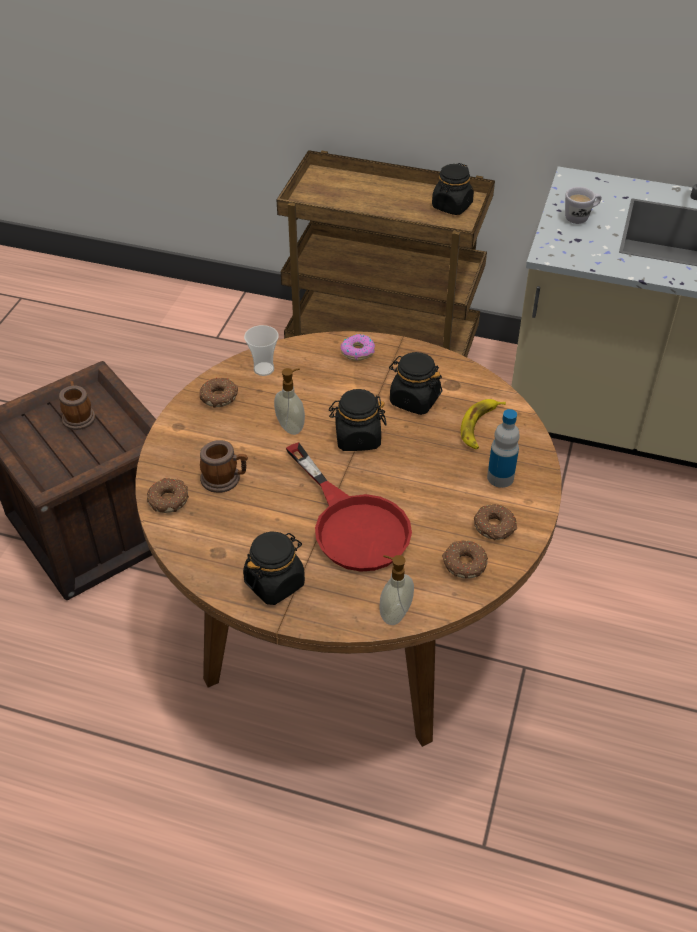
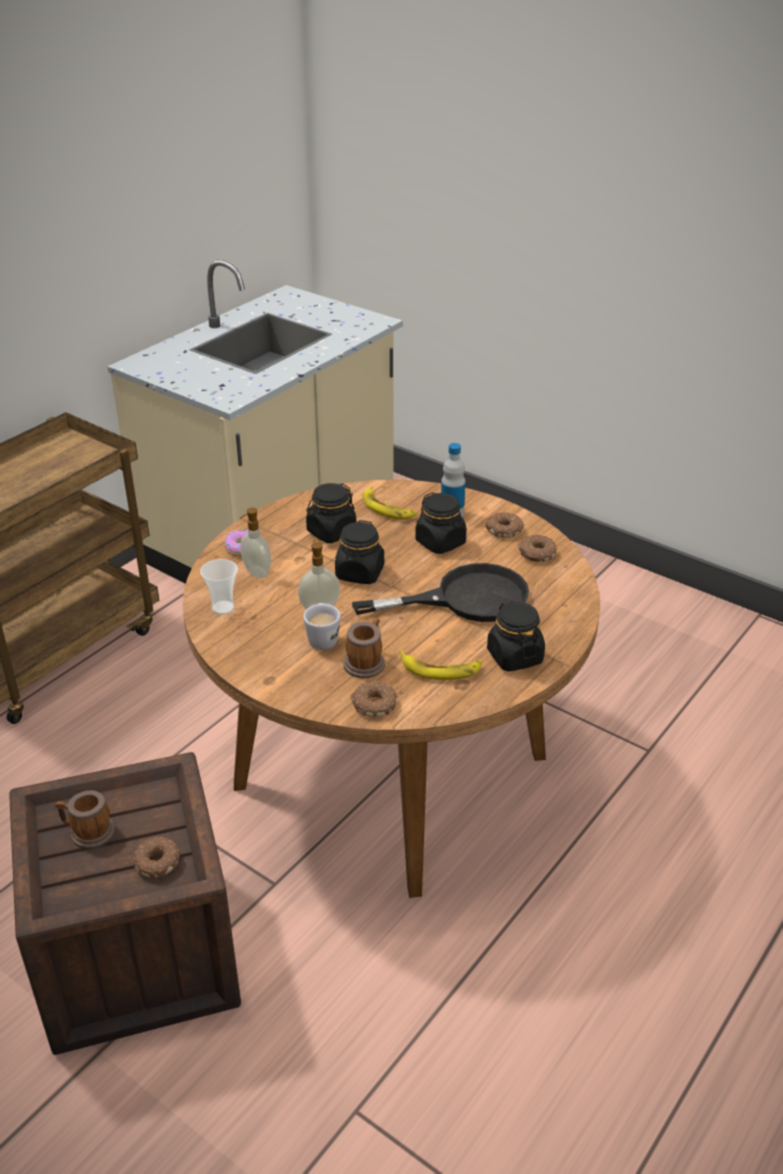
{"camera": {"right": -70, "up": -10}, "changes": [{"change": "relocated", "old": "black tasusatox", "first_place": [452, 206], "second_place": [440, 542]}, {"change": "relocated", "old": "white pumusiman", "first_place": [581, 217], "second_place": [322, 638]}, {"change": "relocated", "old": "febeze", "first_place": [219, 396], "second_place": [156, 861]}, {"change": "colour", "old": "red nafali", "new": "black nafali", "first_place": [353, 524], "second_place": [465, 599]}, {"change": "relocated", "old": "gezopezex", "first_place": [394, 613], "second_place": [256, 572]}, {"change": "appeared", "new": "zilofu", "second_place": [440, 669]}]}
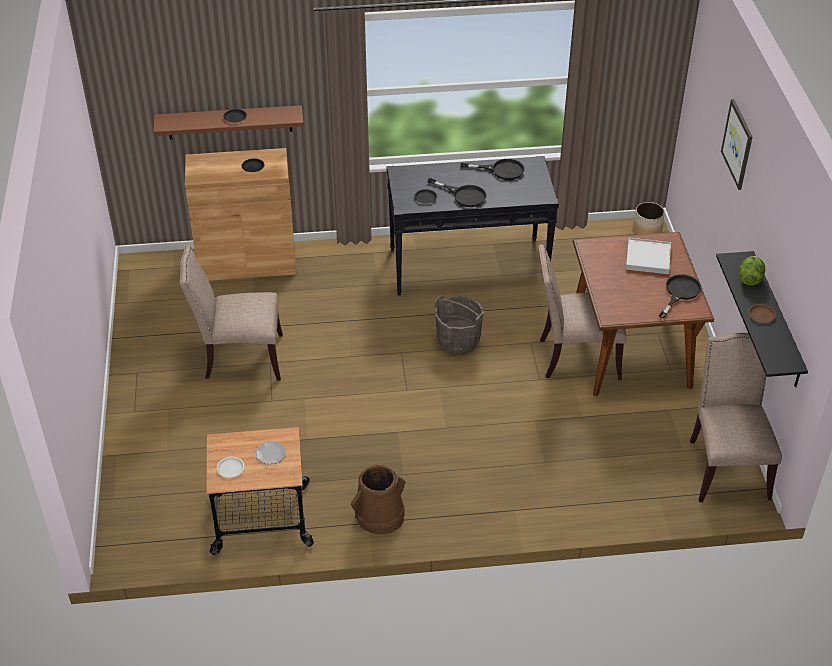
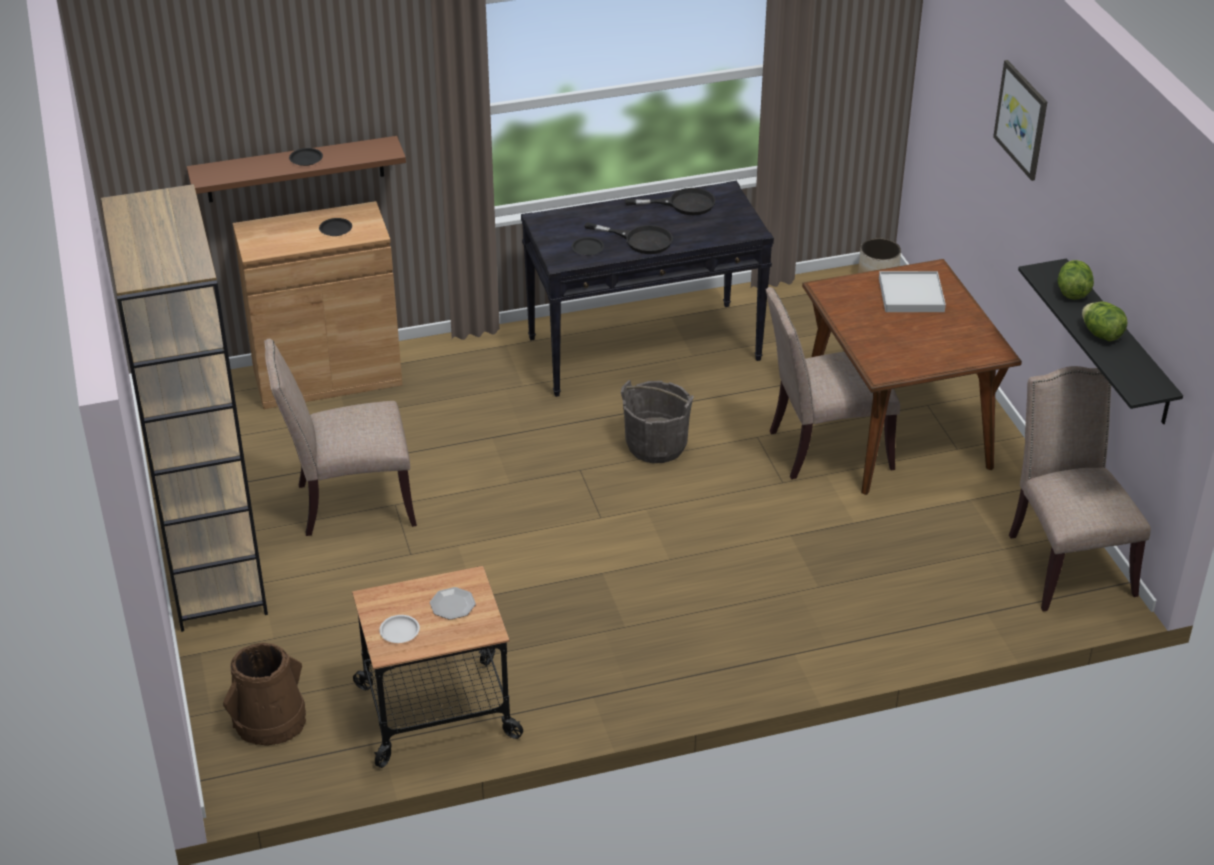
{"camera": {"right": -10, "up": -5}, "changes": [{"change": "missing", "old": "black nafali", "first_place": [679, 293]}, {"change": "exchanged", "old": "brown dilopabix", "new": "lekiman", "first_place": [761, 315], "second_place": [1101, 334]}, {"change": "relocated", "old": "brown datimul", "first_place": [380, 515], "second_place": [270, 719]}, {"change": "appeared", "new": "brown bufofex", "second_place": [212, 566]}]}
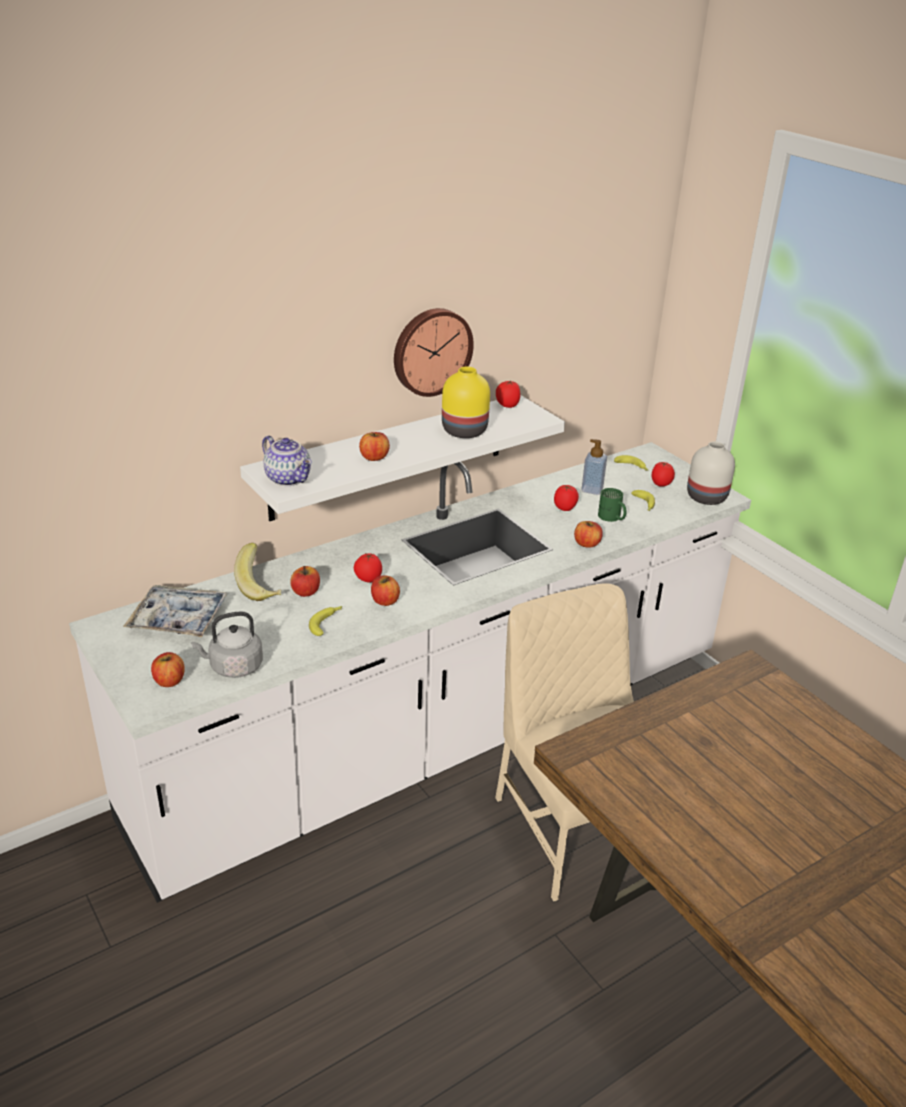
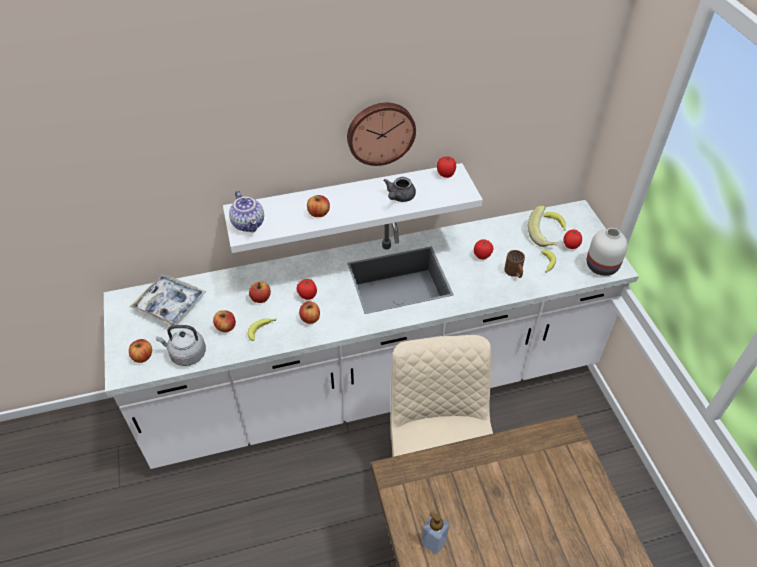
{"camera": {"right": 20, "up": 15}, "changes": [{"change": "exchanged", "old": "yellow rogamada", "new": "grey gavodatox", "first_place": [465, 431], "second_place": [399, 197]}, {"change": "relocated", "old": "gezopezex", "first_place": [592, 489], "second_place": [433, 541]}, {"change": "colour", "old": "green pumusiman", "new": "brown pumusiman", "first_place": [611, 518], "second_place": [514, 272]}, {"change": "relocated", "old": "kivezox", "first_place": [587, 544], "second_place": [226, 327]}, {"change": "relocated", "old": "zilofu", "first_place": [261, 587], "second_place": [543, 235]}]}
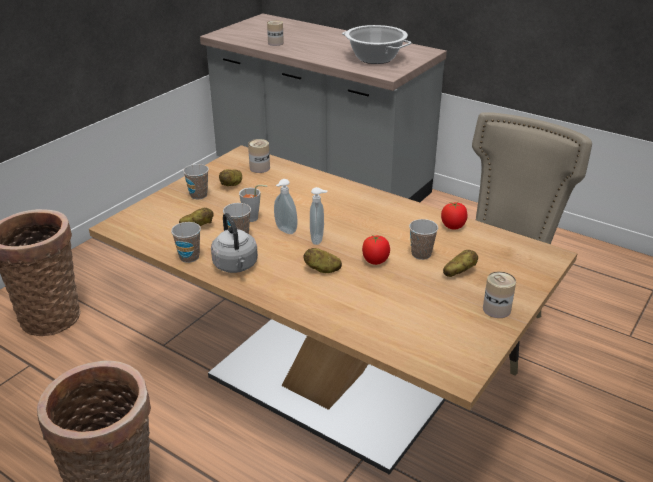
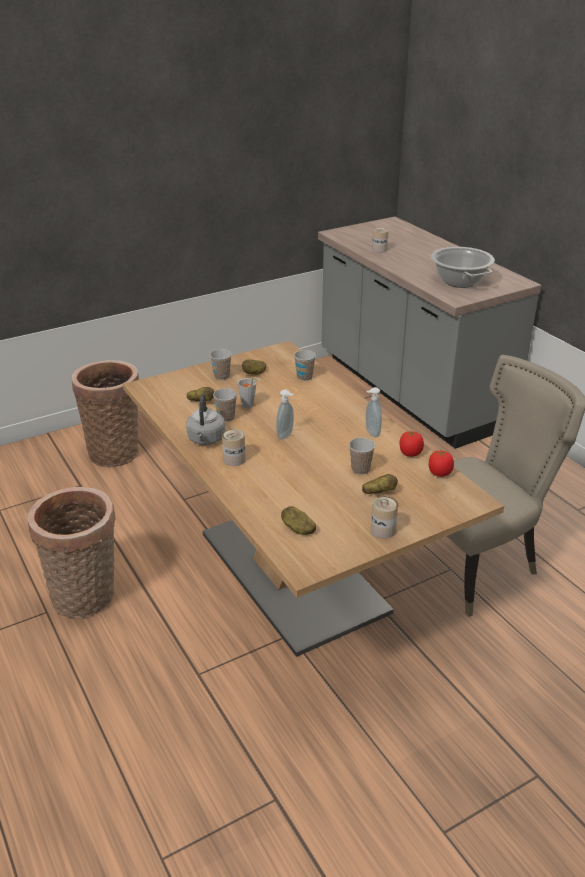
{"camera": {"right": 25, "up": 0}, "changes": [{"change": "relocated", "old": "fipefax", "first_place": [259, 168], "second_place": [234, 459]}, {"change": "relocated", "old": "gezopezex", "first_place": [284, 231], "second_place": [371, 433]}, {"change": "relocated", "old": "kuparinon", "first_place": [189, 257], "second_place": [304, 377]}, {"change": "relocated", "old": "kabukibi", "first_place": [375, 261], "second_place": [440, 473]}, {"change": "relocated", "old": "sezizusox", "first_place": [322, 269], "second_place": [298, 529]}]}
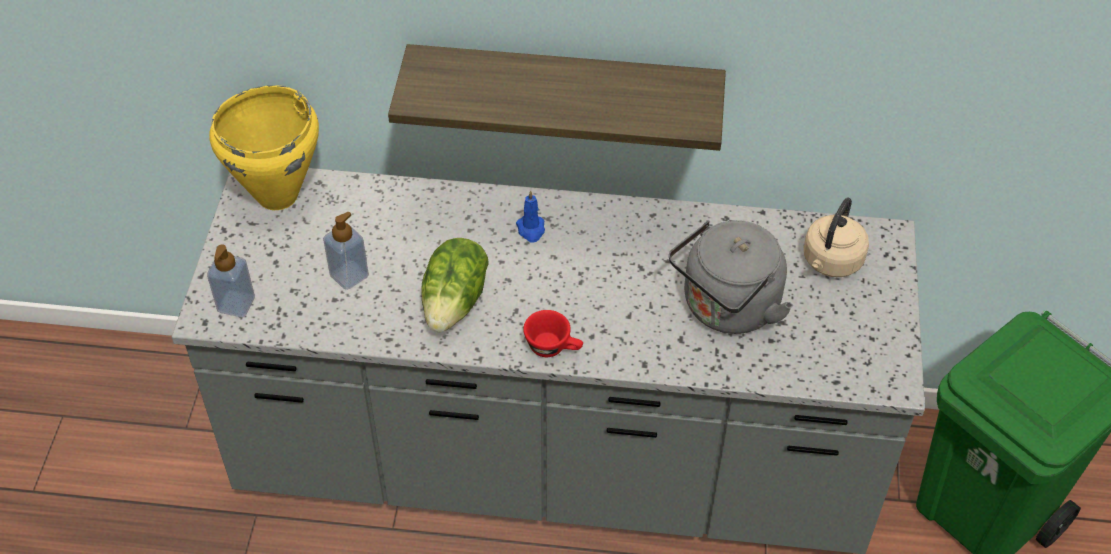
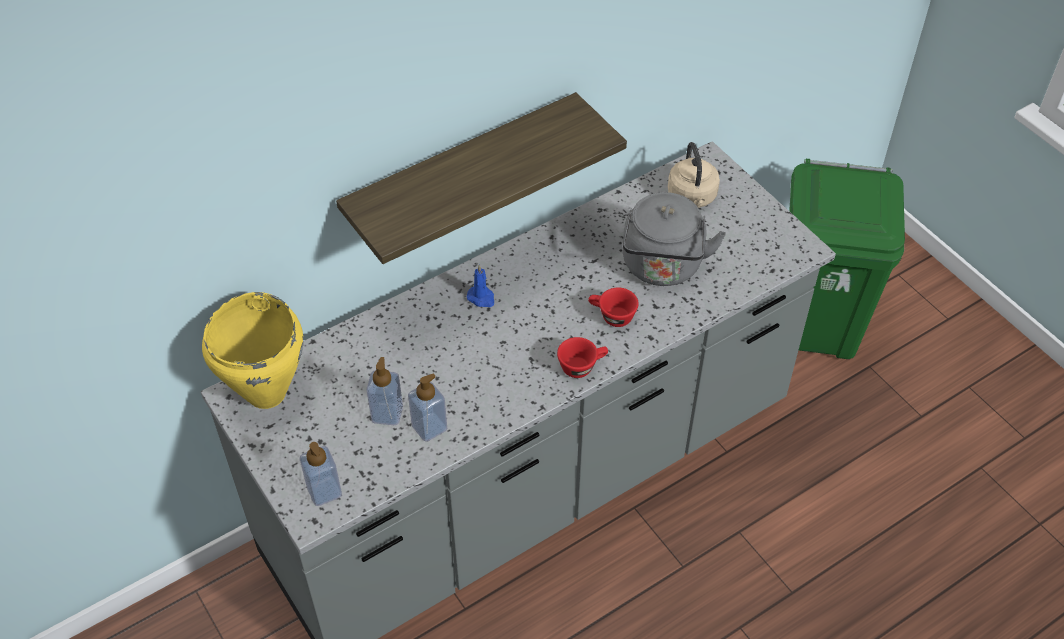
{"camera": {"right": -40, "up": 0}, "changes": [{"change": "missing", "old": "lekiman", "first_place": [456, 302]}, {"change": "appeared", "new": "red kuparinon", "second_place": [611, 316]}, {"change": "appeared", "new": "gezopezex", "second_place": [429, 427]}]}
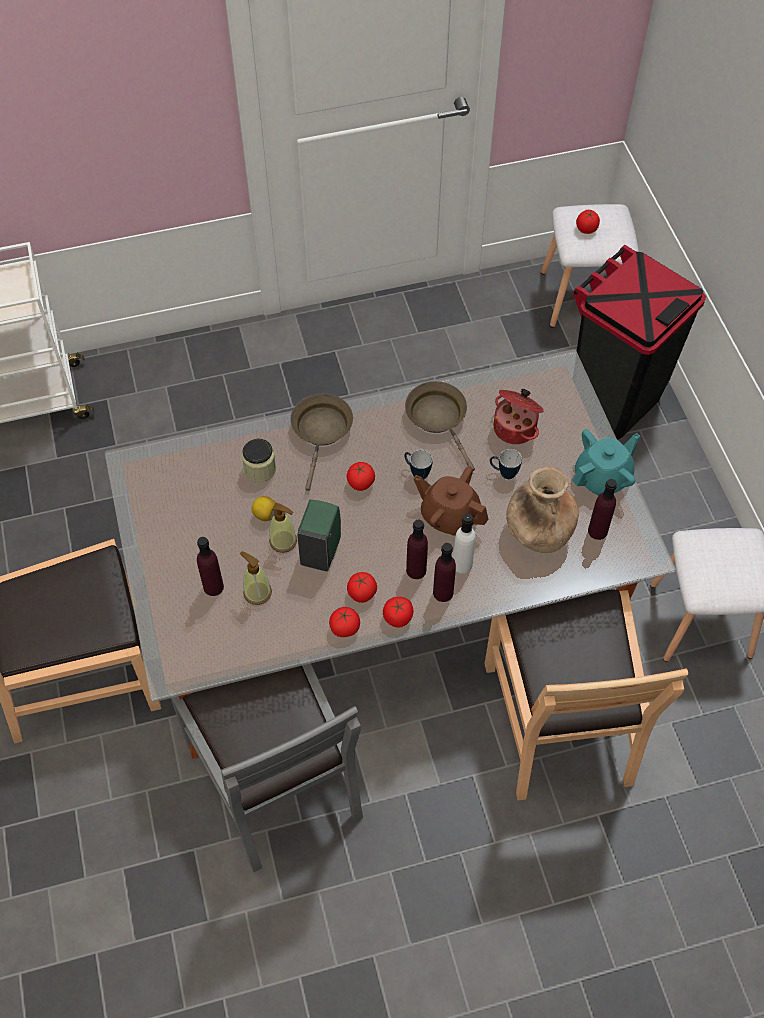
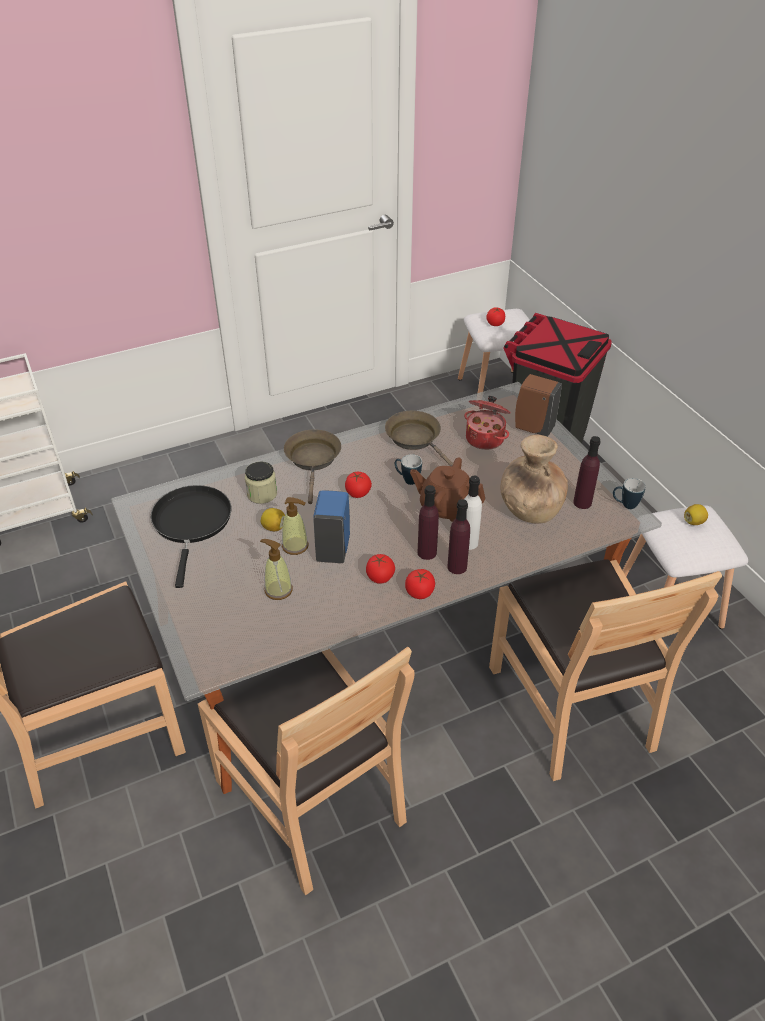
{"camera": {"right": -10, "up": -15}, "changes": [{"change": "missing", "old": "turquoise gavodatox", "first_place": [602, 478]}, {"change": "relocated", "old": "pumusiman", "first_place": [503, 473], "second_place": [625, 505]}, {"change": "colour", "old": "green gezopezex", "new": "blue gezopezex", "first_place": [321, 550], "second_place": [333, 548]}, {"change": "missing", "old": "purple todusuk", "first_place": [213, 587]}, {"change": "missing", "old": "kabukibi", "first_place": [344, 628]}, {"change": "colour", "old": "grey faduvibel", "new": "brown faduvibel", "first_place": [276, 777], "second_place": [311, 798]}, {"change": "appeared", "new": "brown gezopezex", "second_place": [532, 428]}, {"change": "appeared", "new": "black nafali", "second_place": [192, 523]}, {"change": "appeared", "new": "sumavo", "second_place": [694, 522]}]}
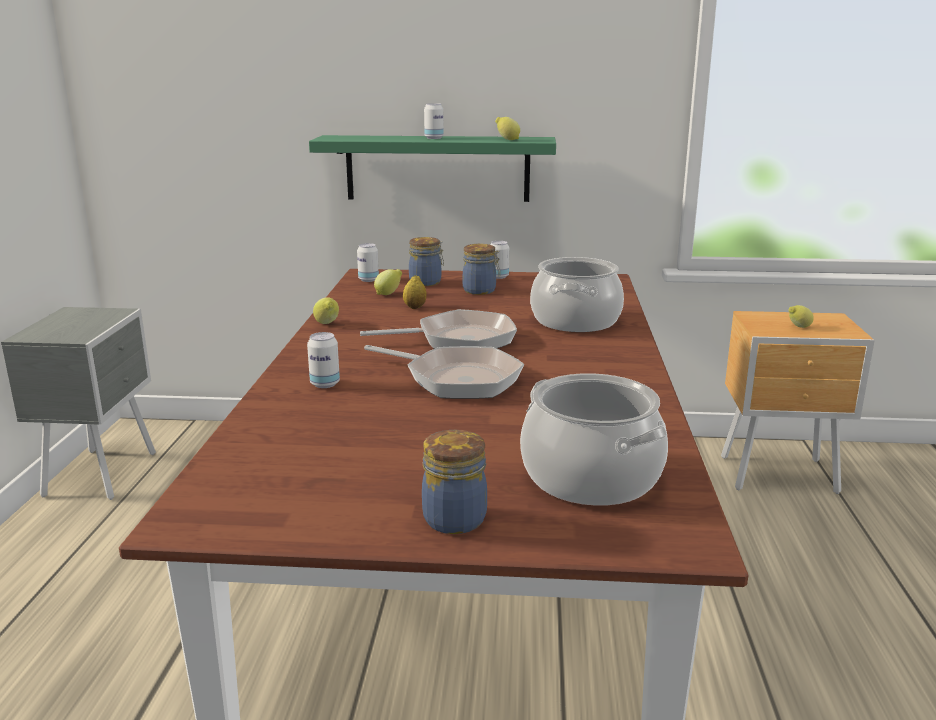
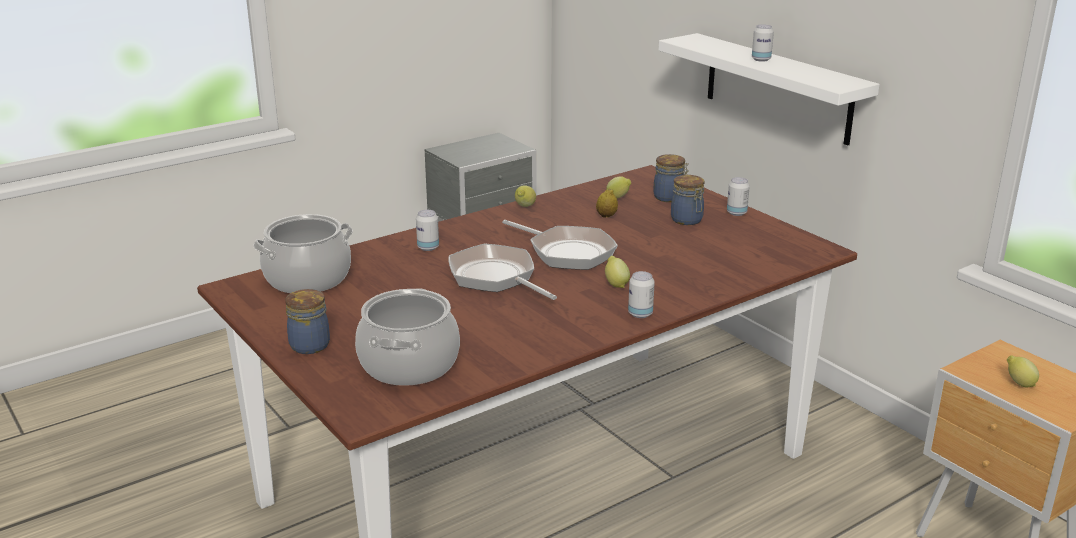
{"camera": {"right": 50, "up": 5}, "changes": [{"change": "relocated", "old": "sumavo", "first_place": [507, 140], "second_place": [616, 284]}, {"change": "colour", "old": "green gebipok", "new": "white gebipok", "first_place": [437, 168], "second_place": [777, 88]}, {"change": "relocated", "old": "fipefax", "first_place": [368, 280], "second_place": [640, 314]}, {"change": "relocated", "old": "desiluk", "first_place": [574, 321], "second_place": [307, 278]}, {"change": "spun", "old": "nafali", "first_place": [457, 379], "second_place": [496, 278], "degrees": 150}]}
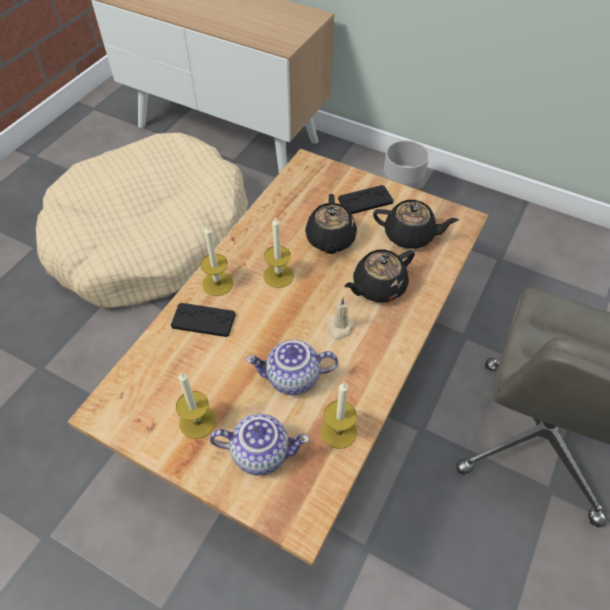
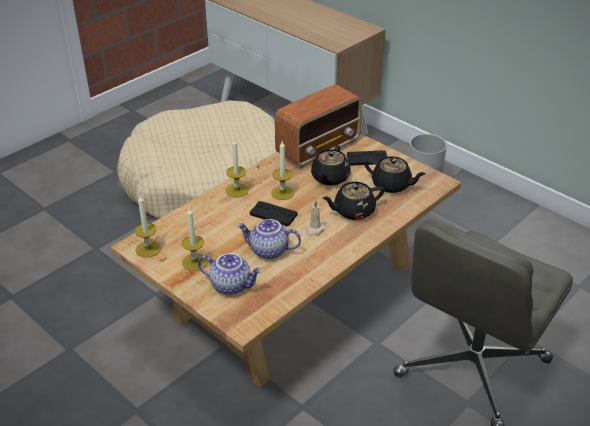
{"camera": {"right": 15, "up": -15}, "changes": [{"change": "relocated", "old": "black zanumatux", "first_place": [203, 320], "second_place": [273, 214]}, {"change": "relocated", "old": "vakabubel", "first_place": [338, 431], "second_place": [148, 249]}, {"change": "appeared", "new": "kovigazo", "second_place": [319, 148]}]}
